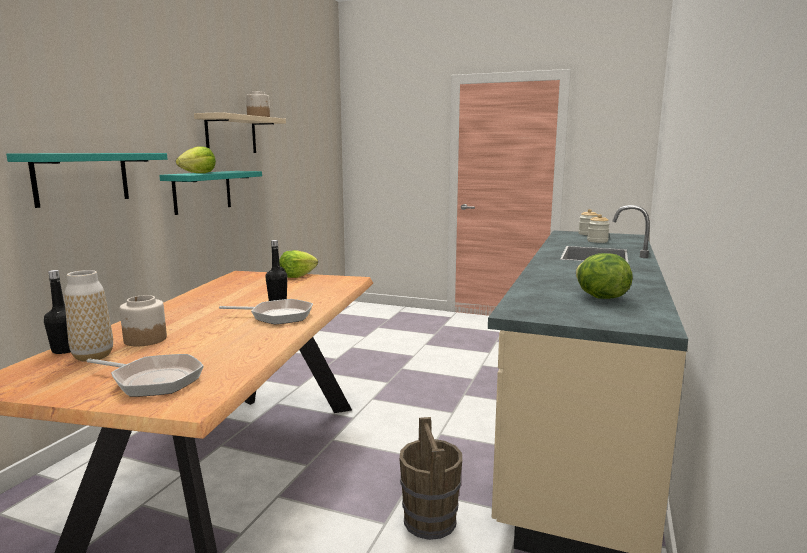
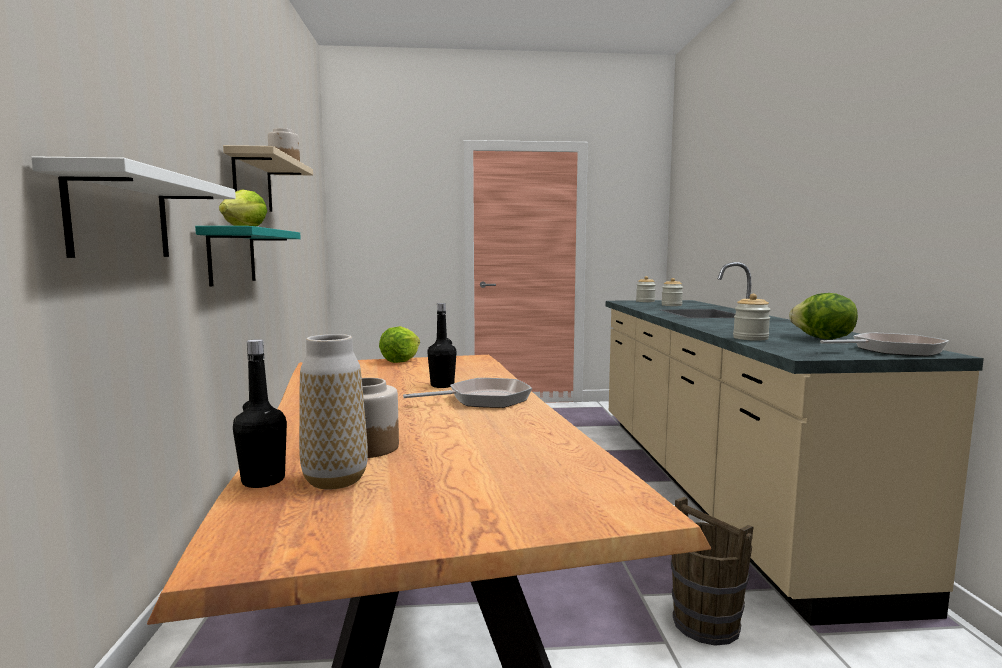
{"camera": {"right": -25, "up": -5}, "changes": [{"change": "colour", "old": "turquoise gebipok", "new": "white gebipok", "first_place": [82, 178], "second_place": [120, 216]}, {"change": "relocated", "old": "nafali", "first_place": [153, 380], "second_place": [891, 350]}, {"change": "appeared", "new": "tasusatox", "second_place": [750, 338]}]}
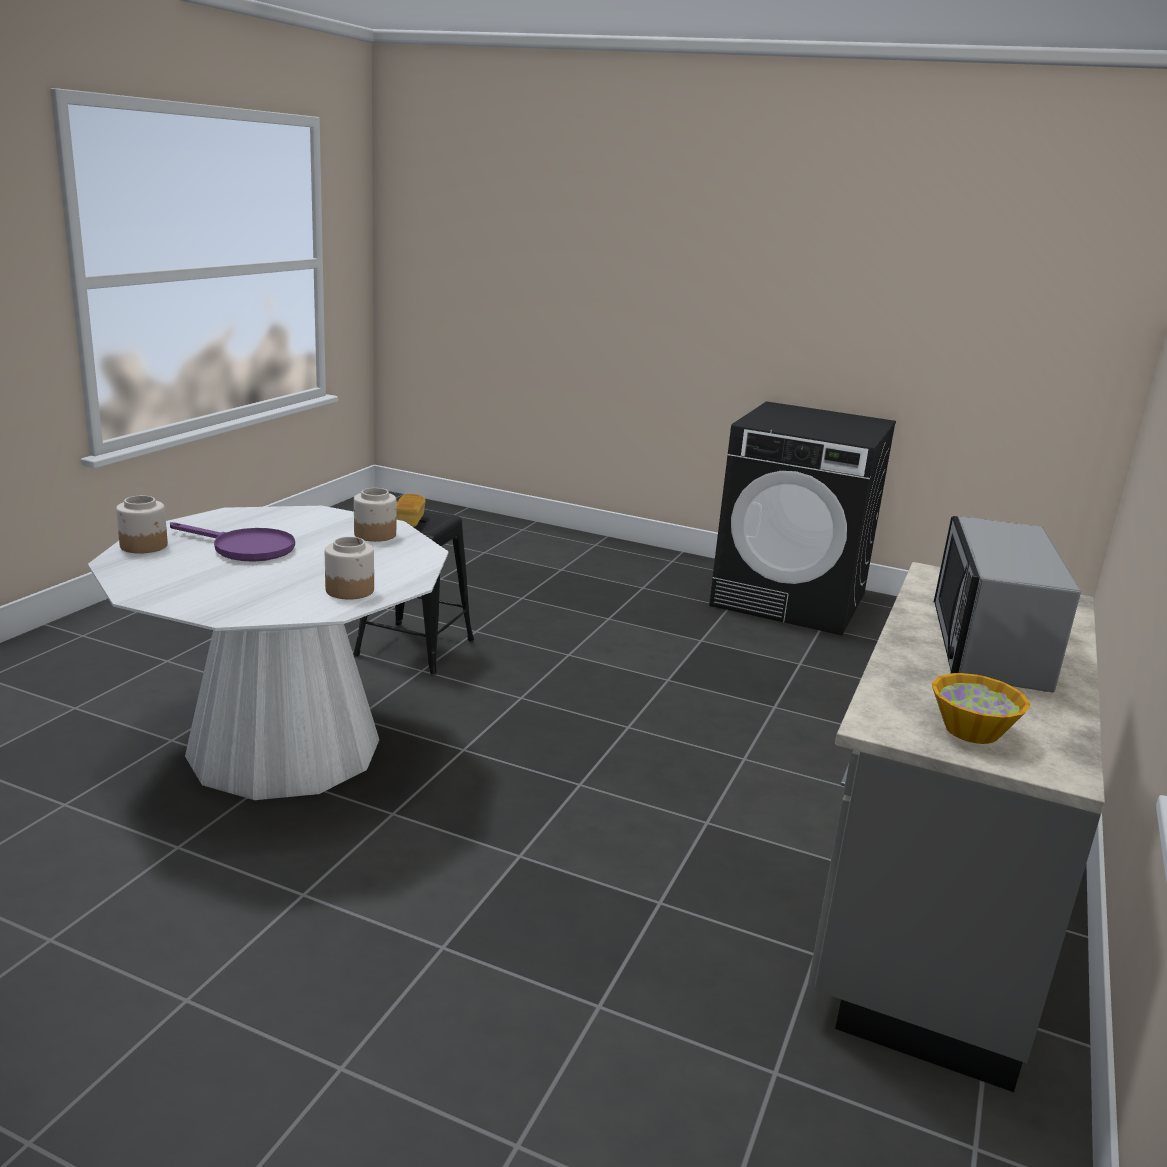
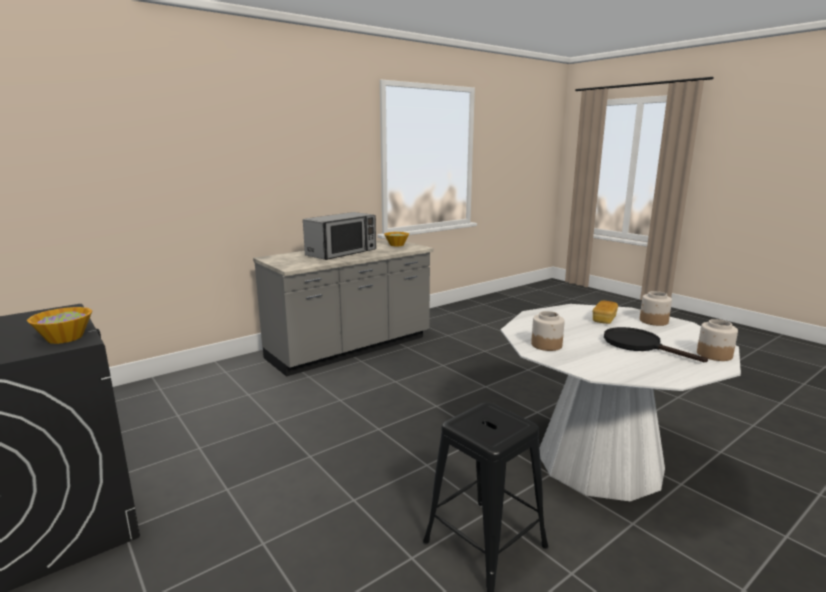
{"camera": {"right": -150, "up": -5}, "changes": [{"change": "relocated", "old": "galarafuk", "first_place": [409, 521], "second_place": [604, 319]}, {"change": "colour", "old": "purple nafali", "new": "black nafali", "first_place": [244, 548], "second_place": [639, 345]}, {"change": "relocated", "old": "tasusatox", "first_place": [350, 590], "second_place": [653, 321]}, {"change": "appeared", "new": "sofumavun", "second_place": [65, 338]}]}
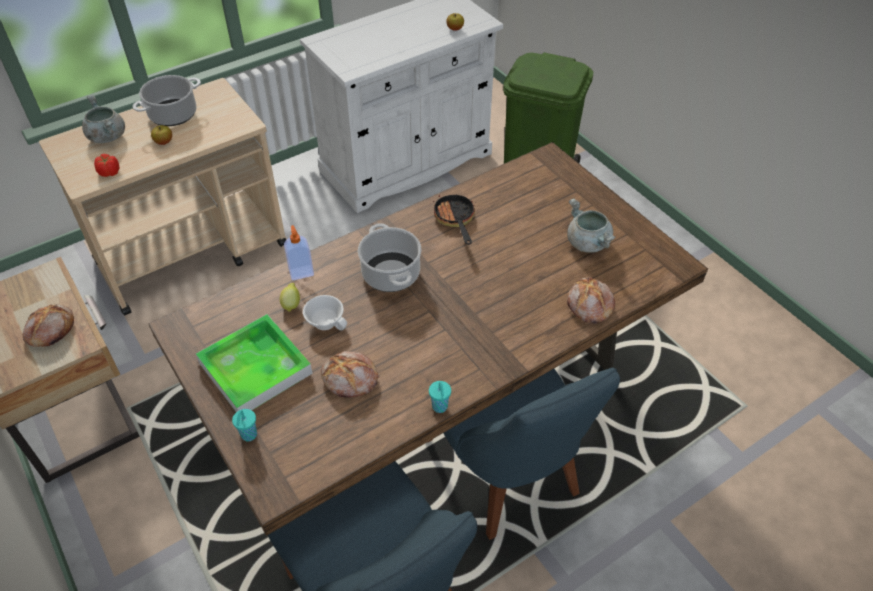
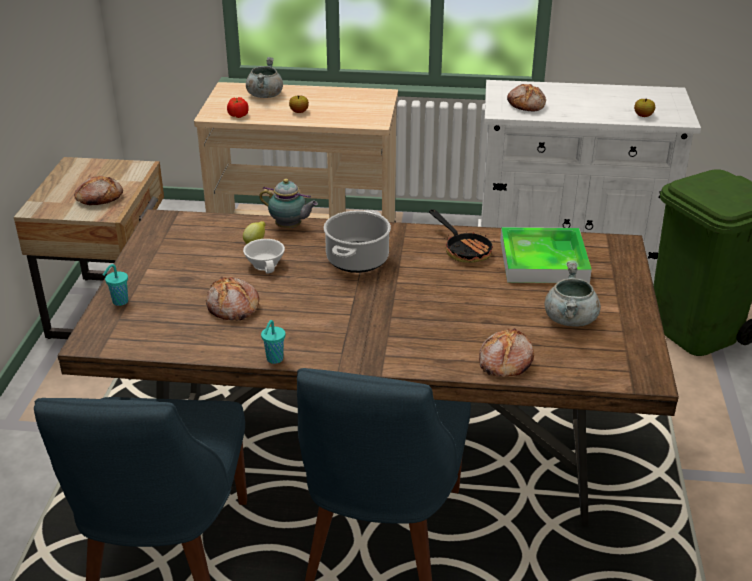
{"camera": {"right": 40, "up": -15}, "changes": [{"change": "missing", "old": "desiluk", "first_place": [173, 115]}, {"change": "spun", "old": "nafali", "first_place": [455, 220], "second_place": [464, 249], "degrees": 120}, {"change": "exchanged", "old": "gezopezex", "new": "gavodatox", "first_place": [301, 272], "second_place": [290, 227]}, {"change": "relocated", "old": "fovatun", "first_place": [255, 368], "second_place": [543, 261]}, {"change": "appeared", "new": "galarafuk", "second_place": [526, 105]}]}
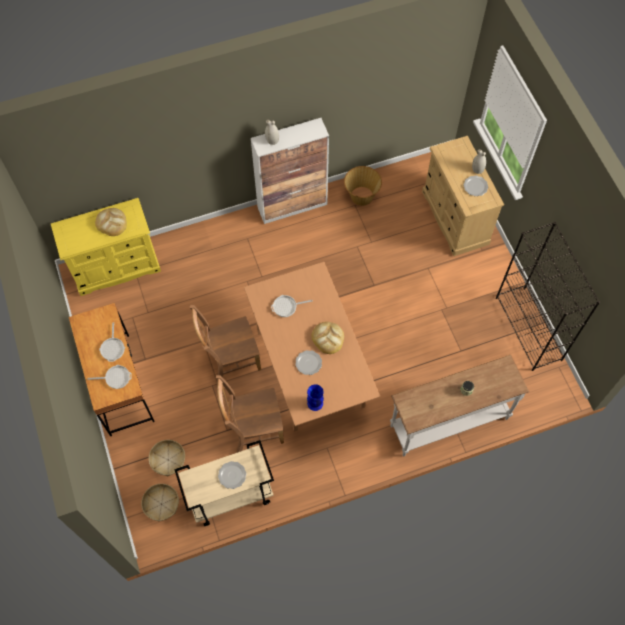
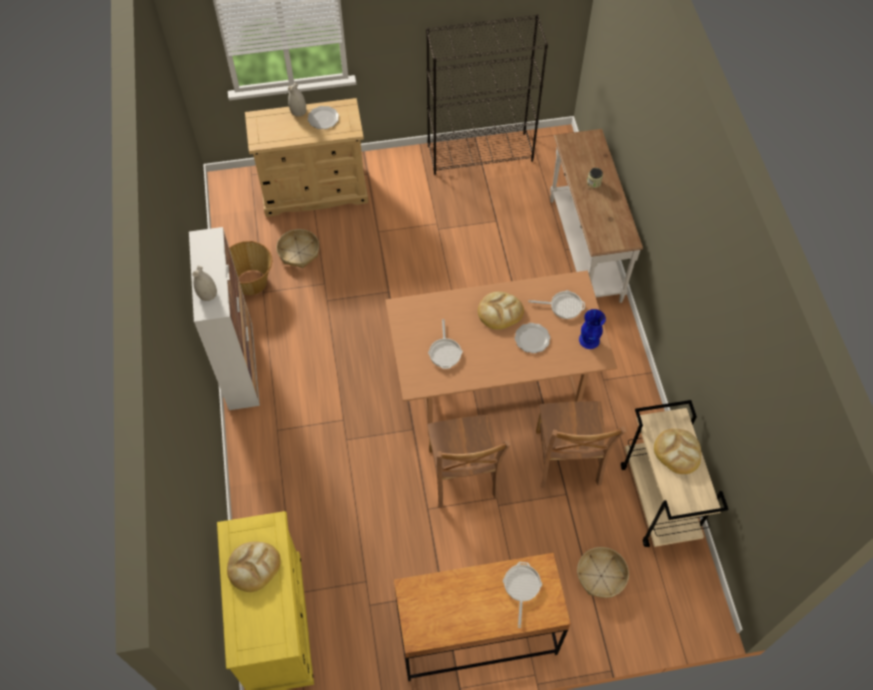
{"camera": {"right": -80, "up": -5}, "changes": [{"change": "relocated", "old": "nafali", "first_place": [113, 348], "second_place": [563, 306]}, {"change": "exchanged", "old": "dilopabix", "new": "galarafuk", "first_place": [232, 475], "second_place": [677, 452]}, {"change": "relocated", "old": "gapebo", "first_place": [161, 504], "second_place": [299, 252]}]}
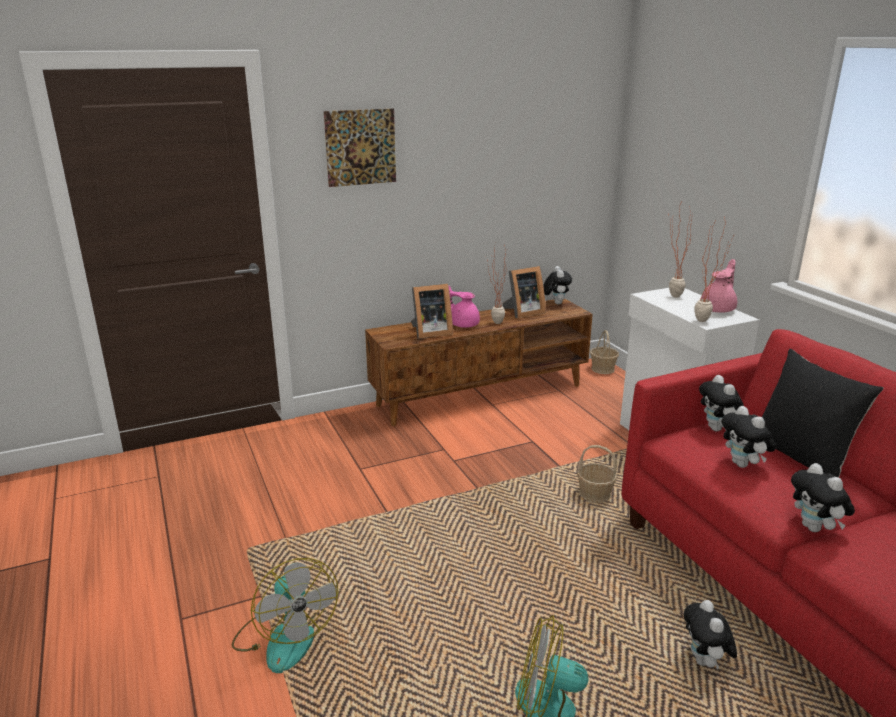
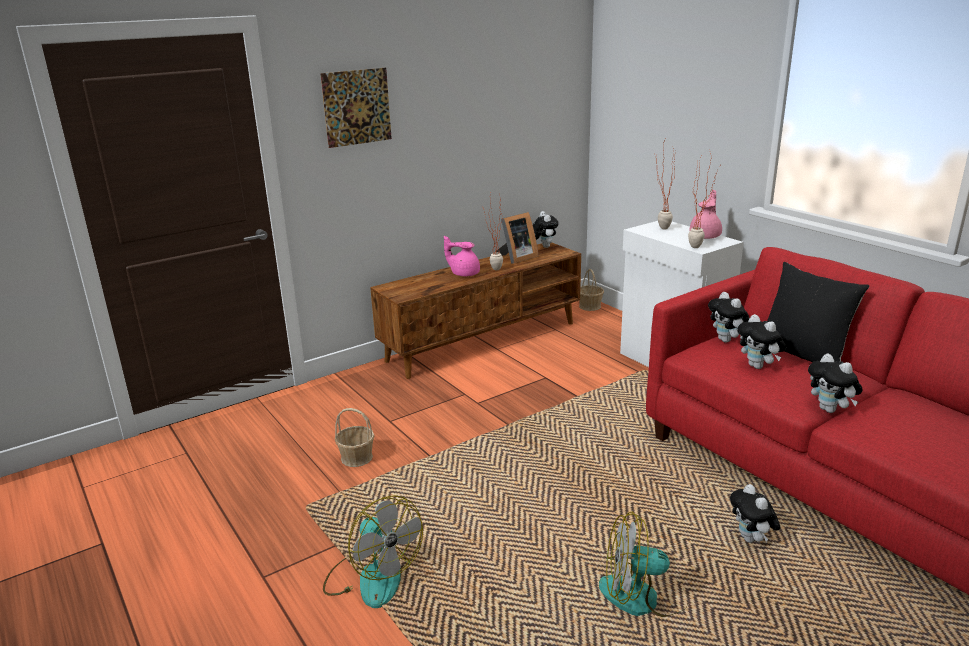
{"camera": {"right": -10, "up": 0}, "changes": [{"change": "missing", "old": "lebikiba", "first_place": [430, 332]}, {"change": "relocated", "old": "gapebo", "first_place": [594, 494], "second_place": [356, 457]}]}
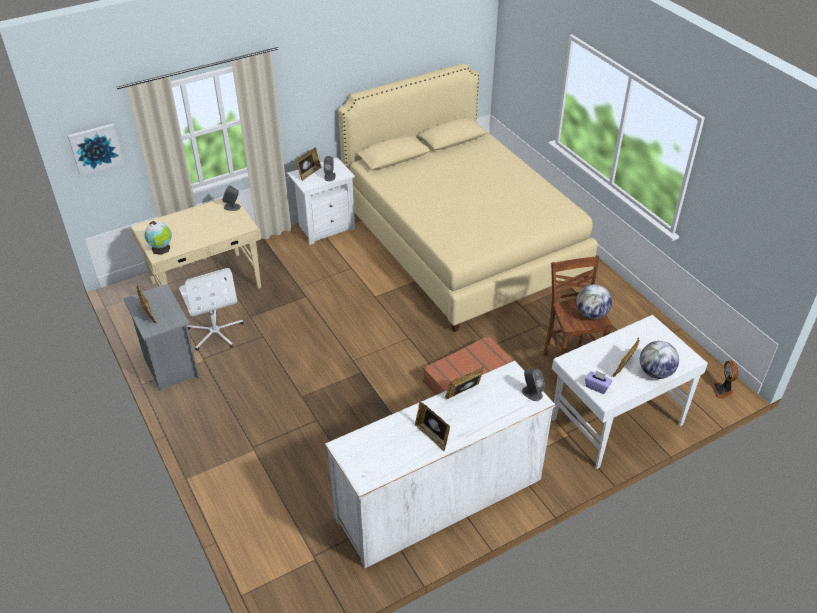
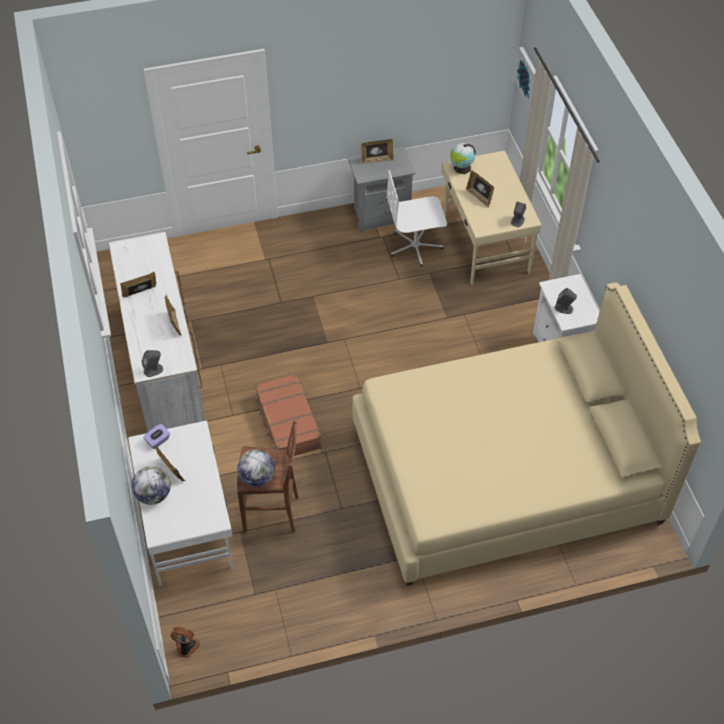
{"camera": {"right": 105, "up": 10}, "changes": [{"change": "relocated", "old": "lebikiba", "first_place": [309, 173], "second_place": [479, 197]}]}
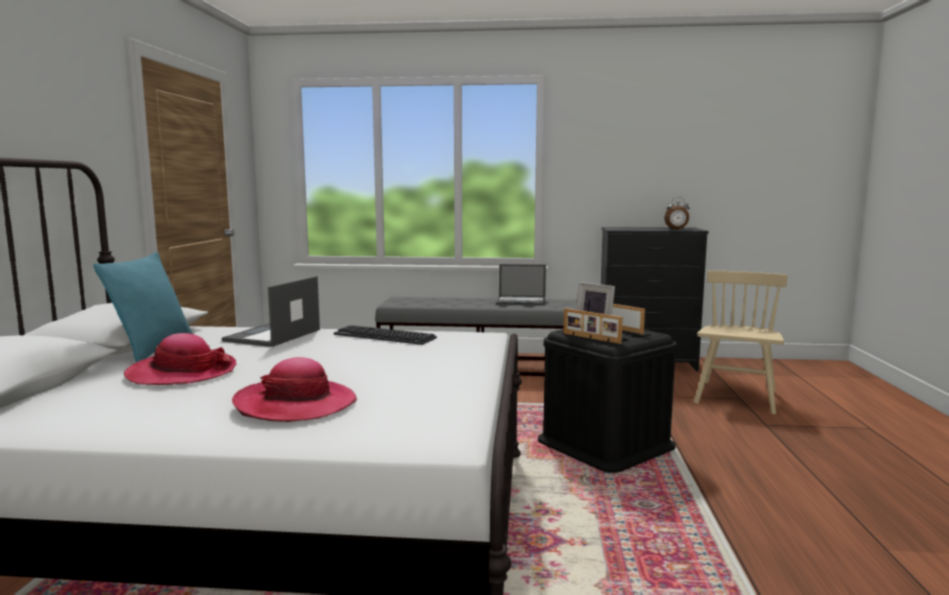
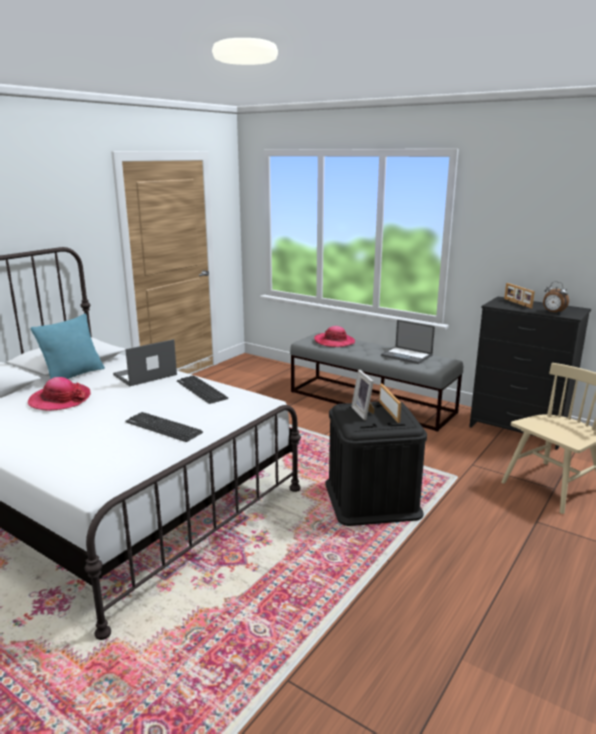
{"camera": {"right": 30, "up": 10}, "changes": [{"change": "relocated", "old": "lebikiba", "first_place": [591, 338], "second_place": [517, 303]}, {"change": "relocated", "old": "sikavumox", "first_place": [296, 404], "second_place": [334, 342]}, {"change": "appeared", "new": "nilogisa", "second_place": [163, 427]}]}
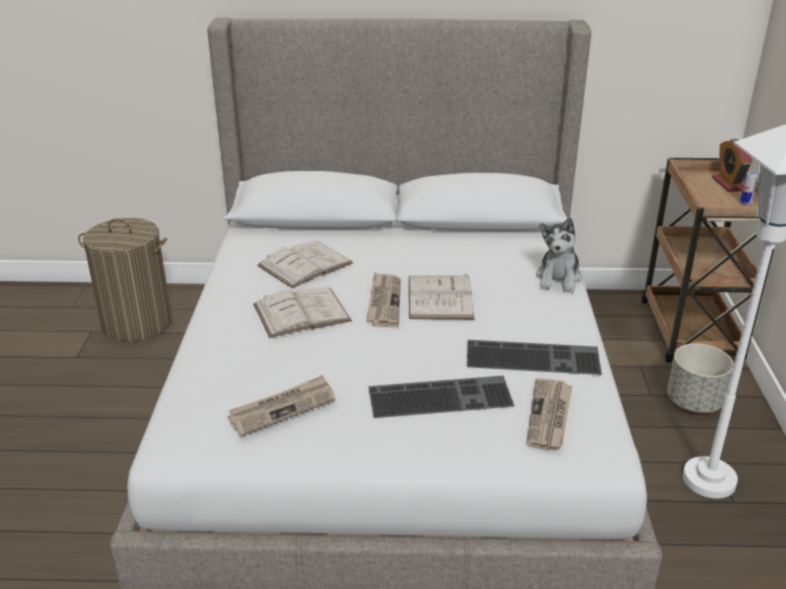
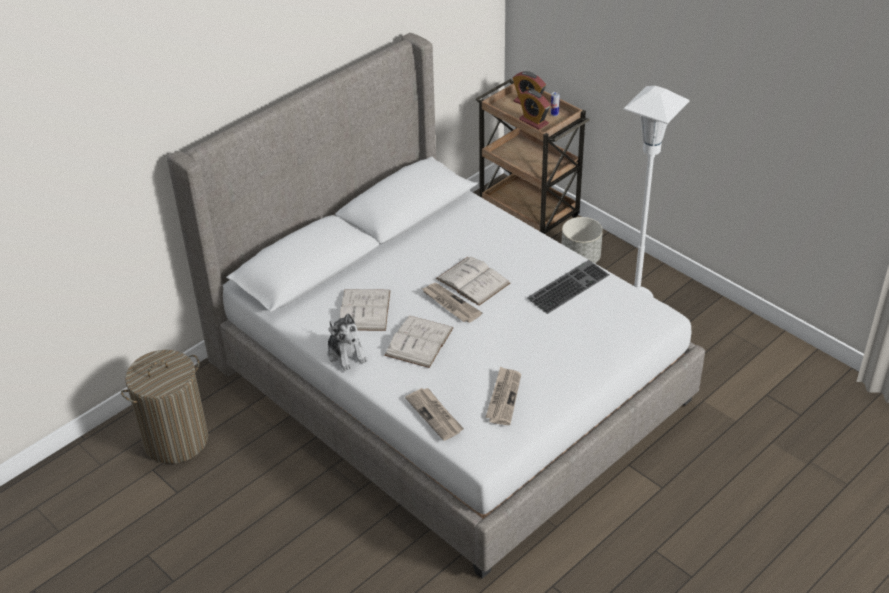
{"camera": {"right": -45, "up": 10}, "changes": [{"change": "relocated", "old": "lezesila", "first_place": [558, 278], "second_place": [346, 354]}, {"change": "missing", "old": "nilogisa", "first_place": [441, 395]}, {"change": "relocated", "old": "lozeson", "first_place": [549, 416], "second_place": [435, 415]}, {"change": "appeared", "new": "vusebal", "second_place": [533, 121]}]}
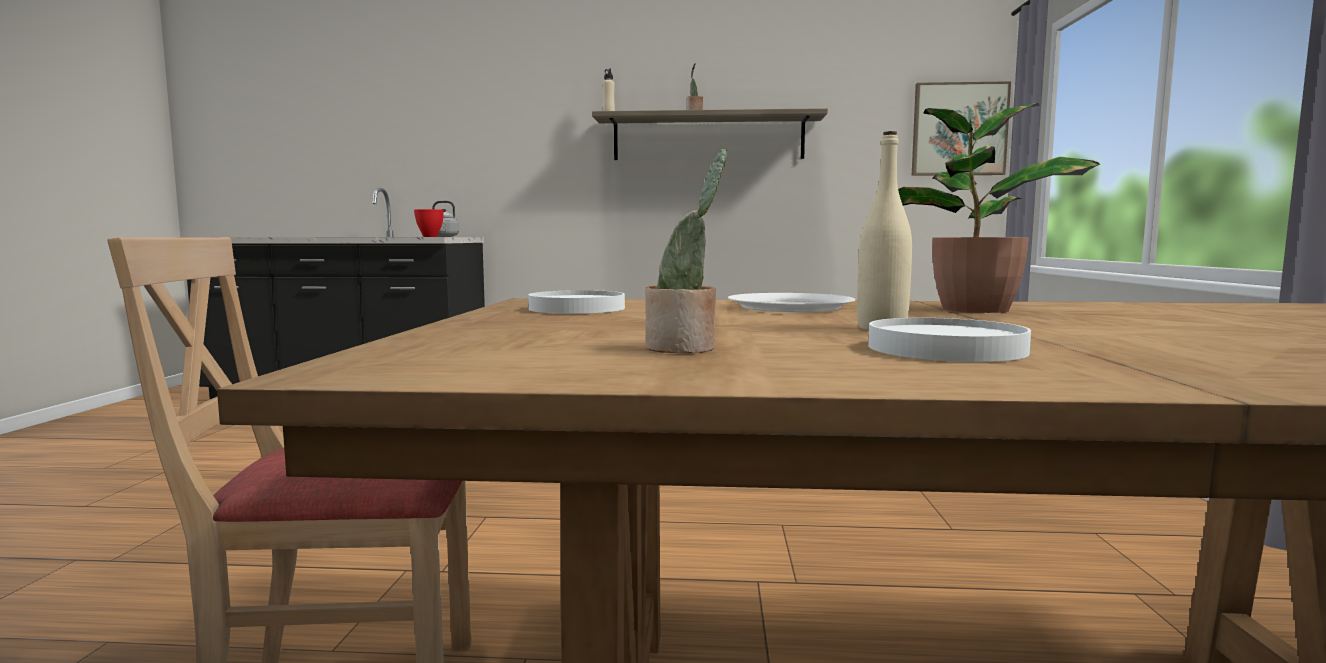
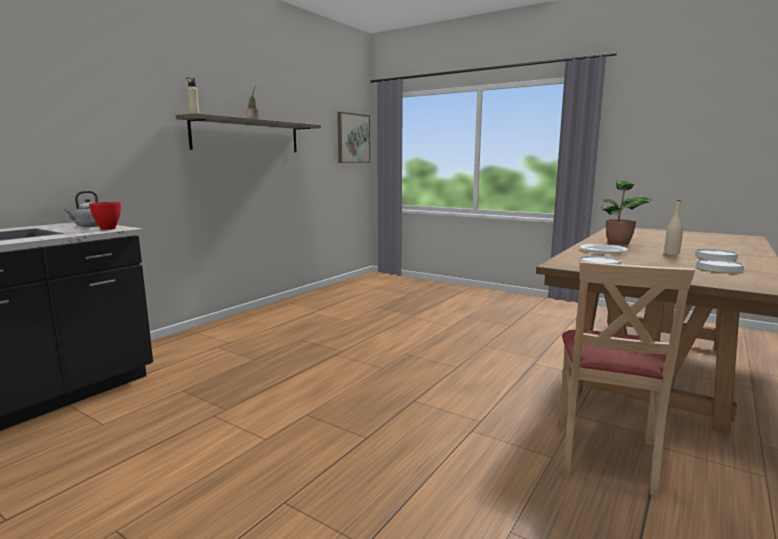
{"camera": {"right": -60, "up": 5}, "changes": [{"change": "exchanged", "old": "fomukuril", "new": "white dilopabix", "first_place": [685, 348], "second_place": [719, 268]}]}
